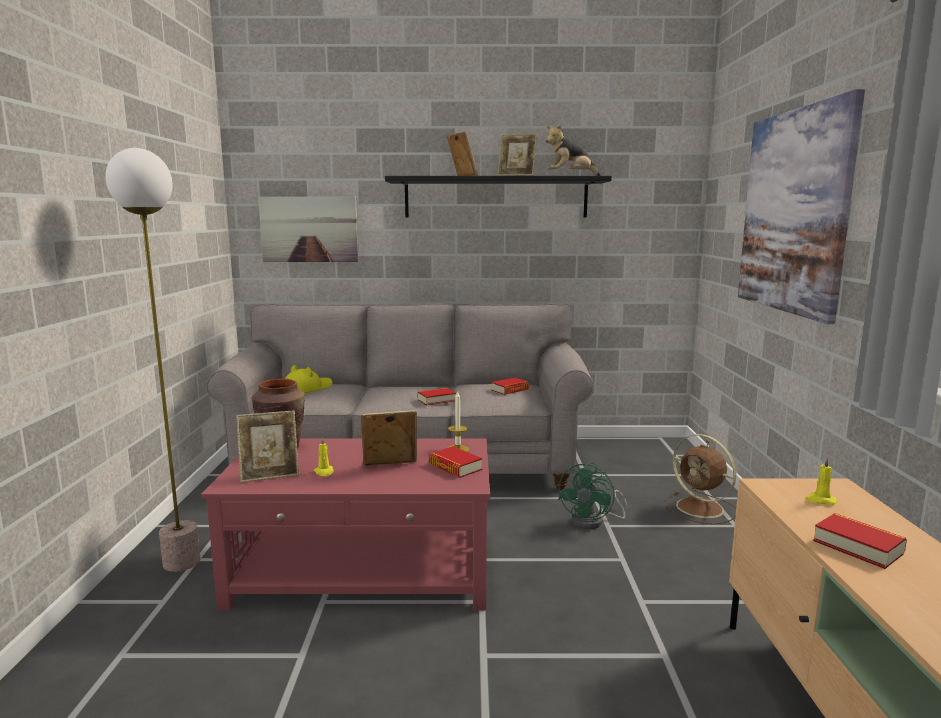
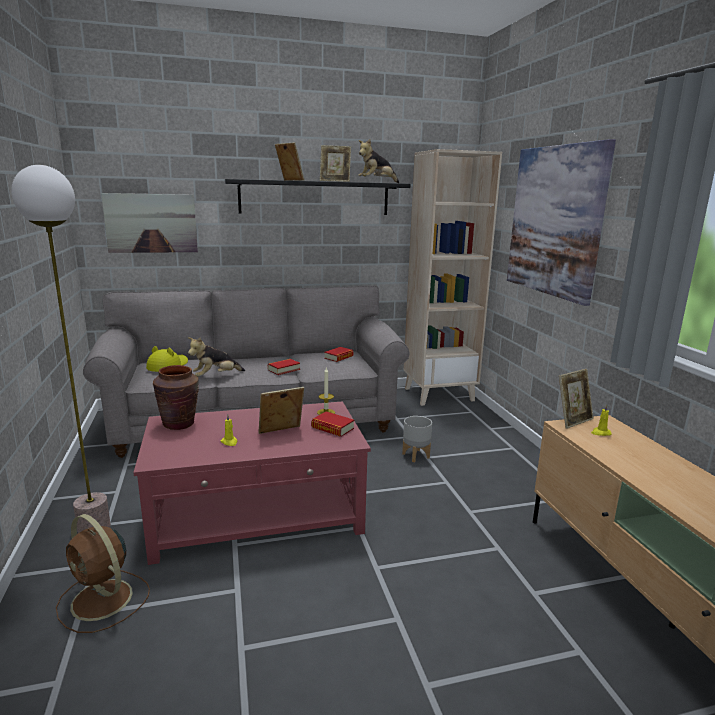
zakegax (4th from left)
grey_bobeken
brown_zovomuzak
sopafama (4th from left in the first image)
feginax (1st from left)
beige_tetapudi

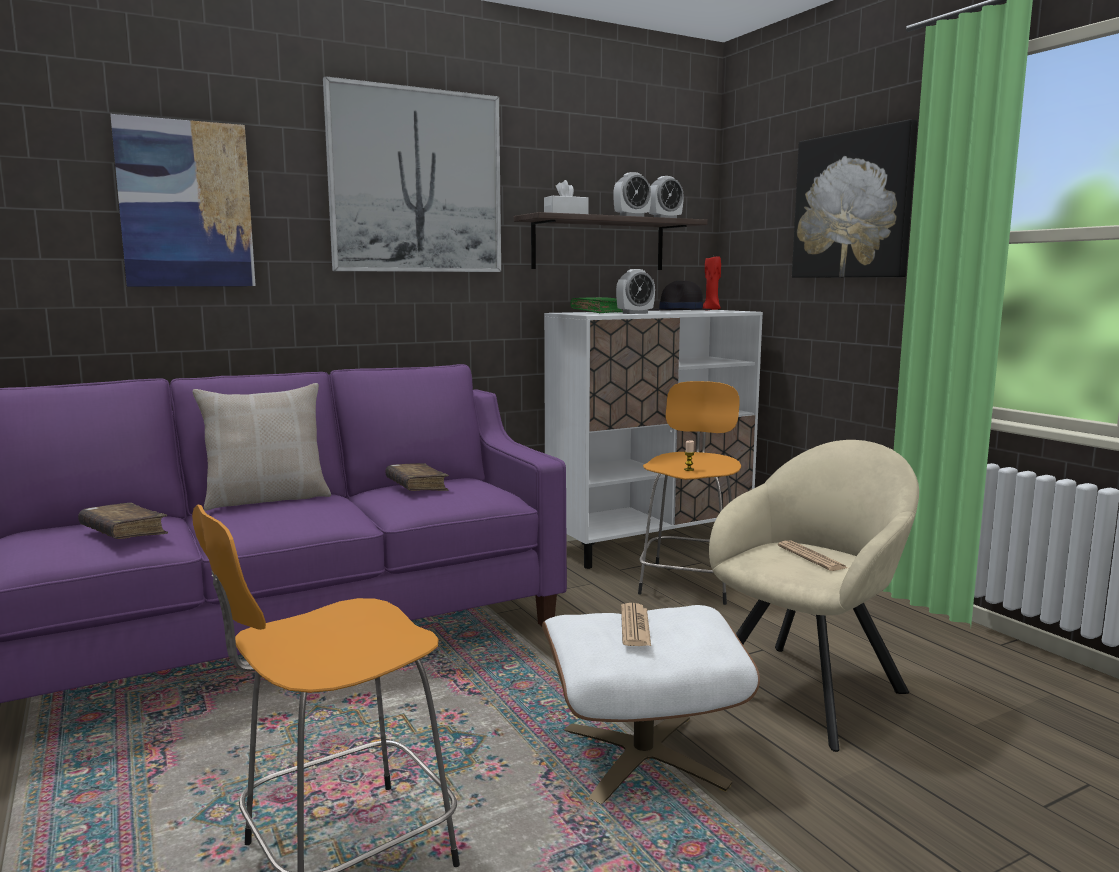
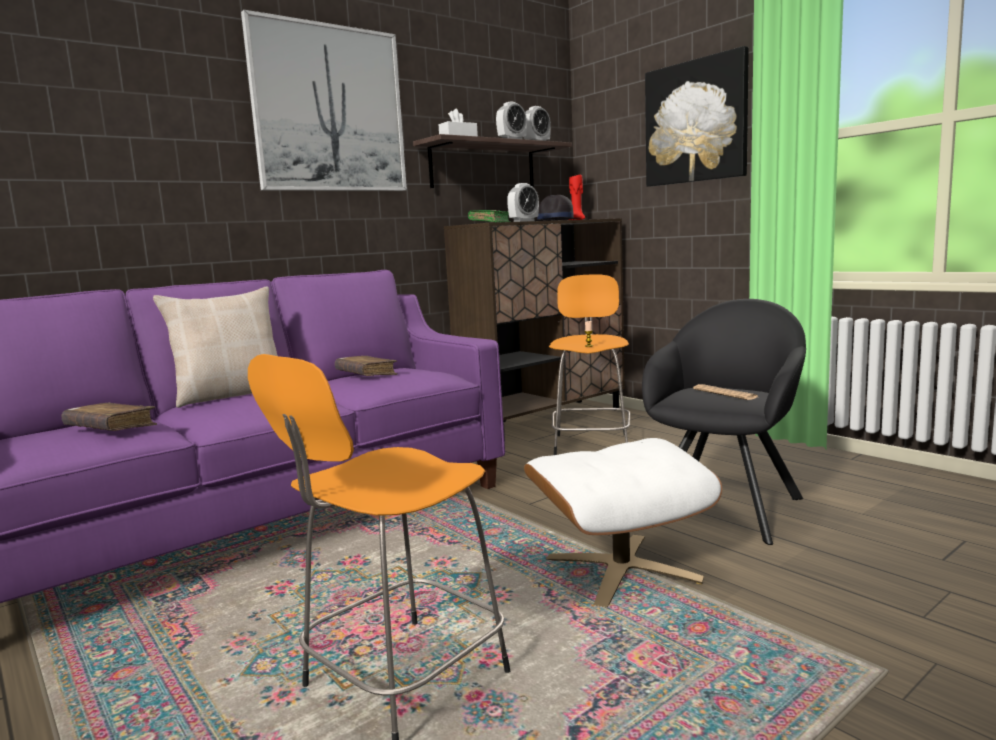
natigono (1st from left in the first image)
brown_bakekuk
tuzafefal (1st from left in the first image)
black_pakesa

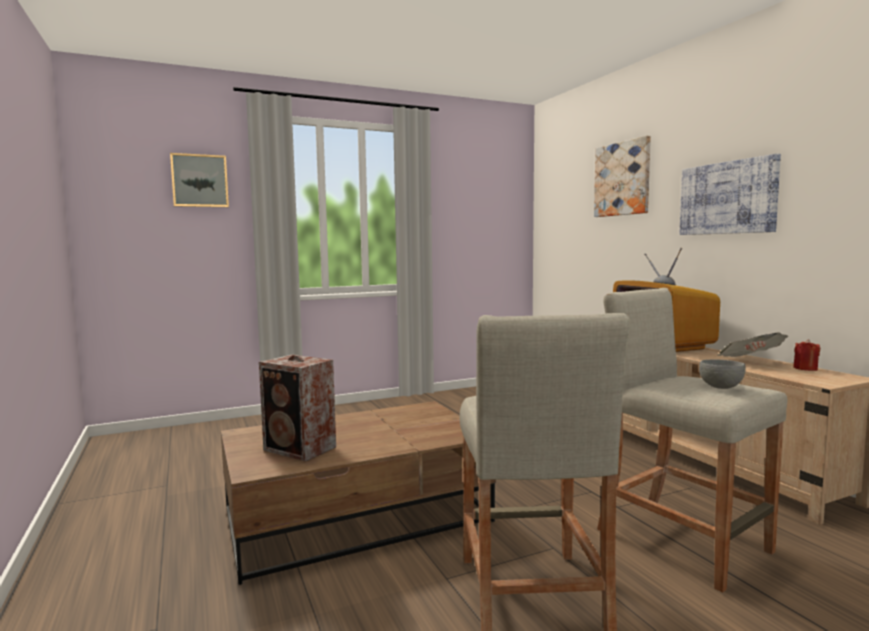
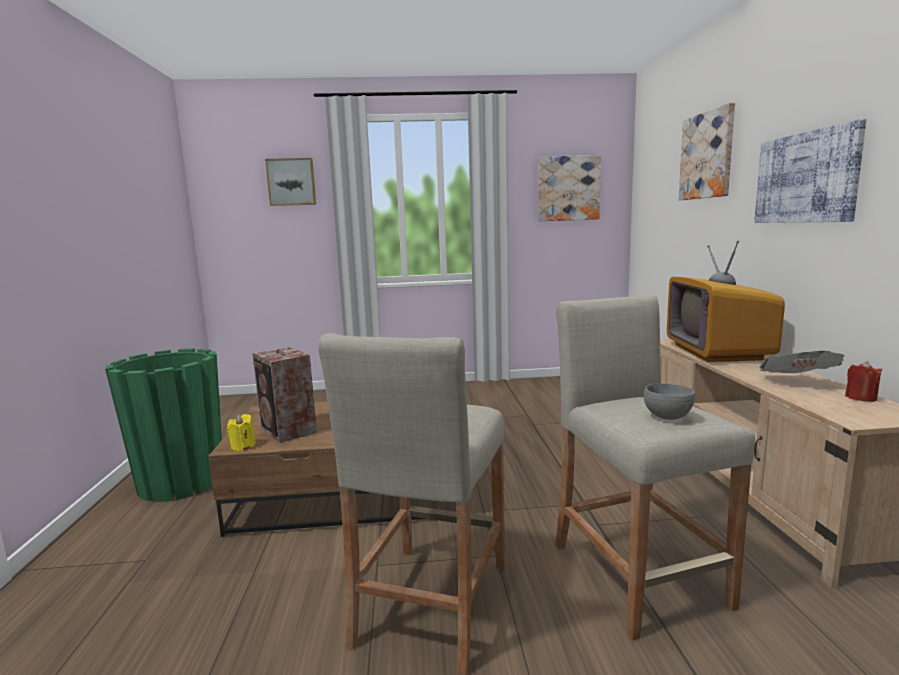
green_bobeken
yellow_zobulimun
natigono (2nd from left)

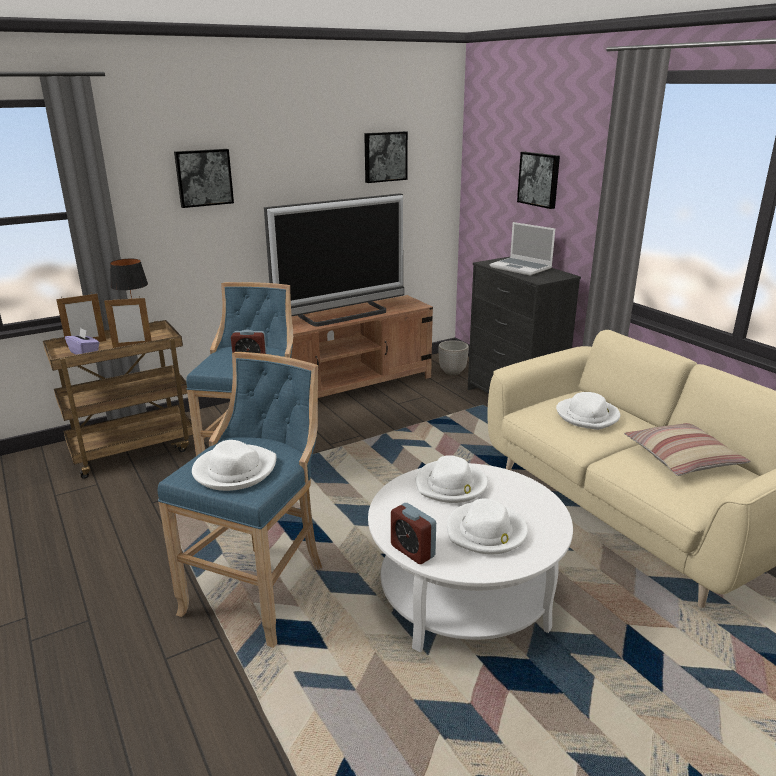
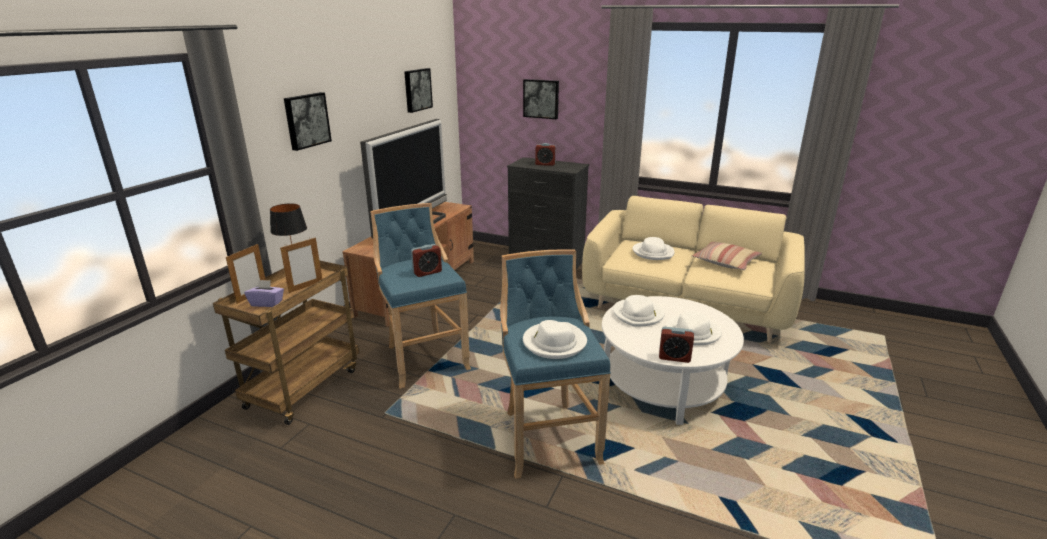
bobeken
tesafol (2nd from left)

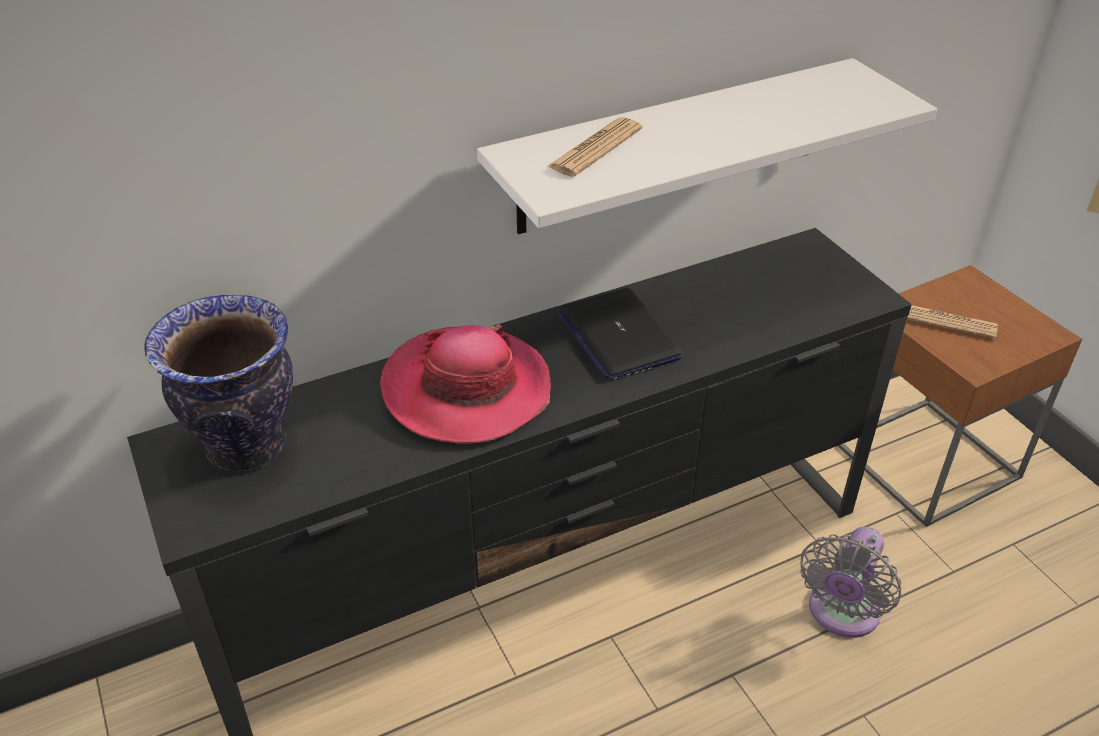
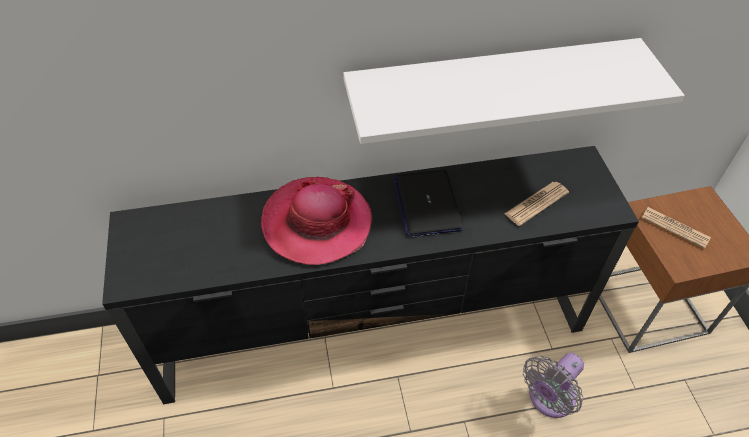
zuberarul
tuzafefal (1st from left)

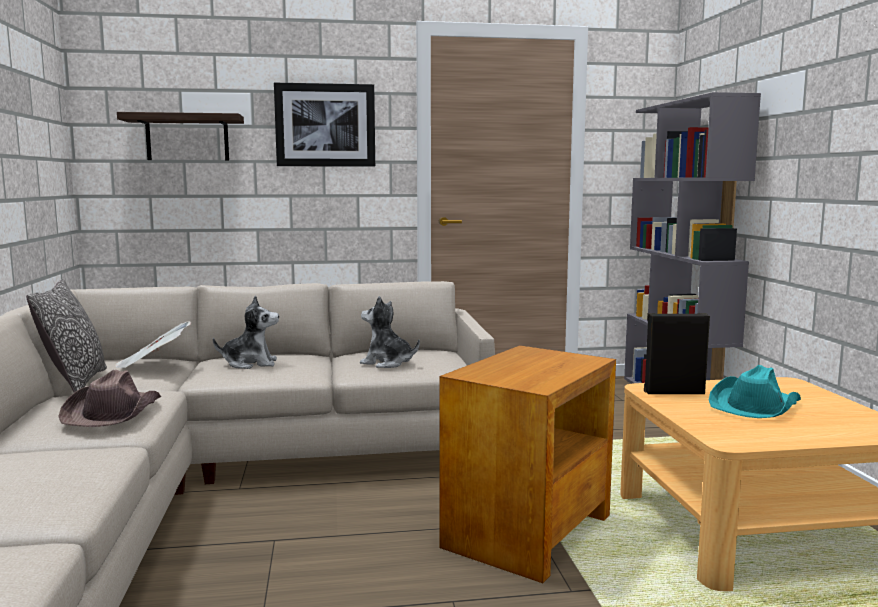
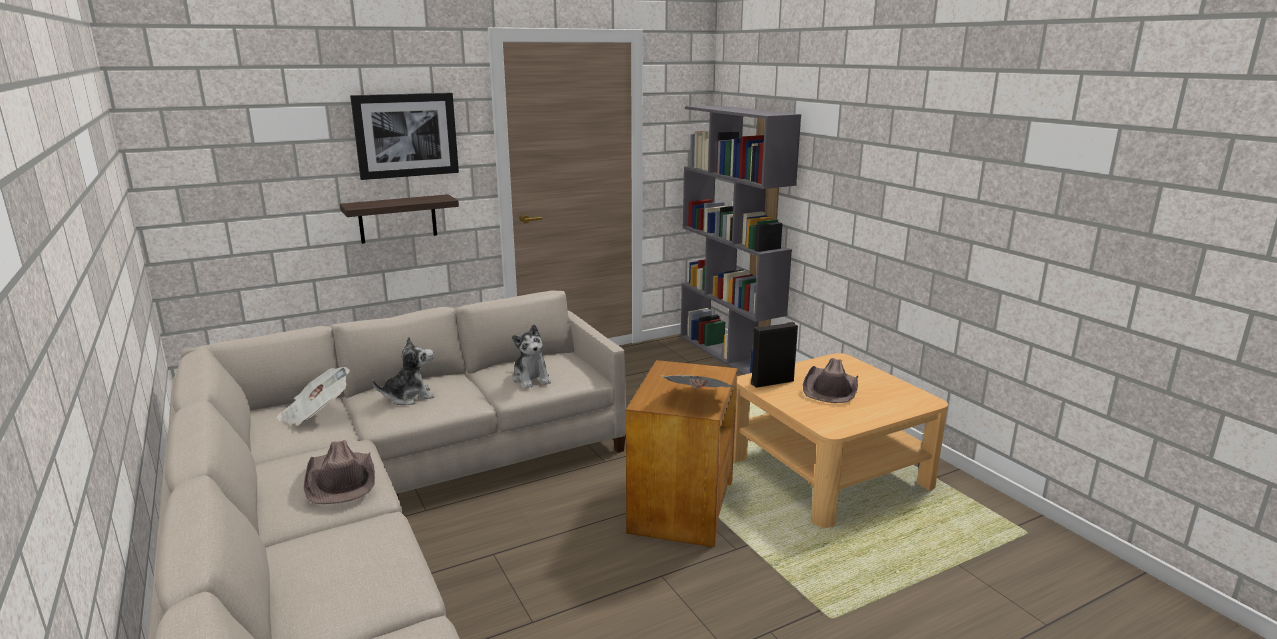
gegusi
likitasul
feginax (2nd from left)
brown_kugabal (2nd from left)
tuzafefal (2nd from left)

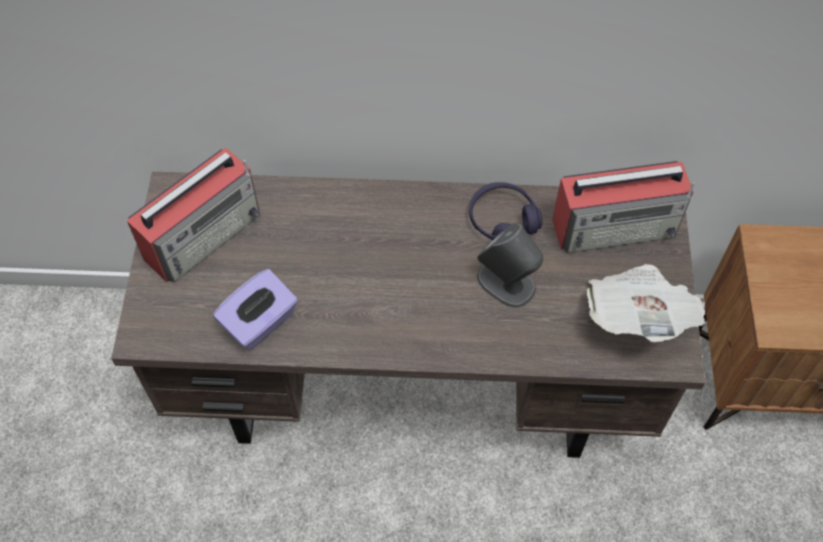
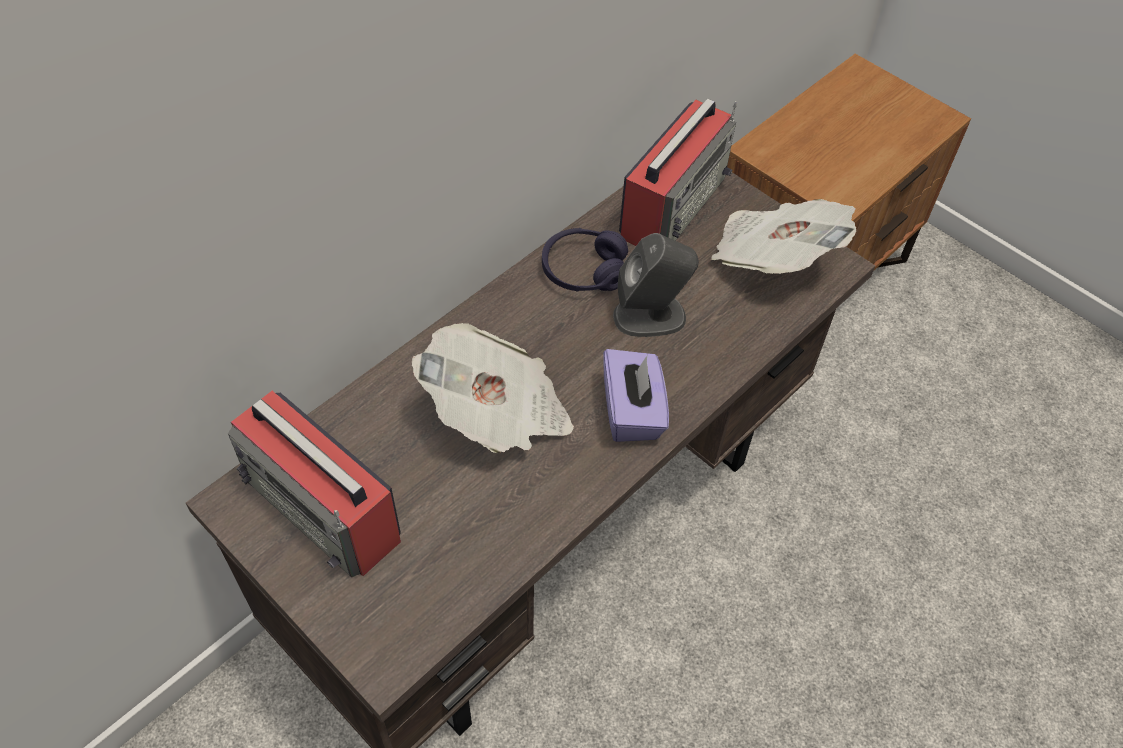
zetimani (1st from left)
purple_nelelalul
tuzafefal (1st from left)

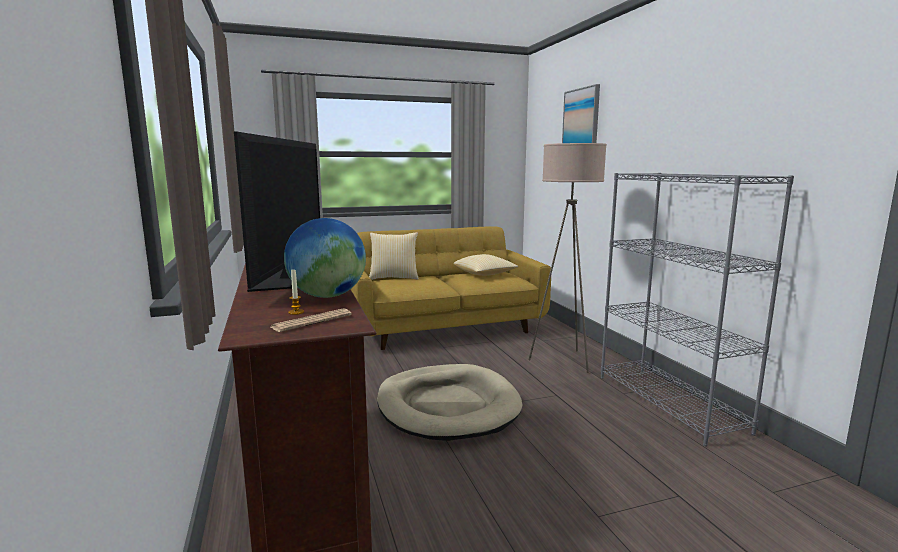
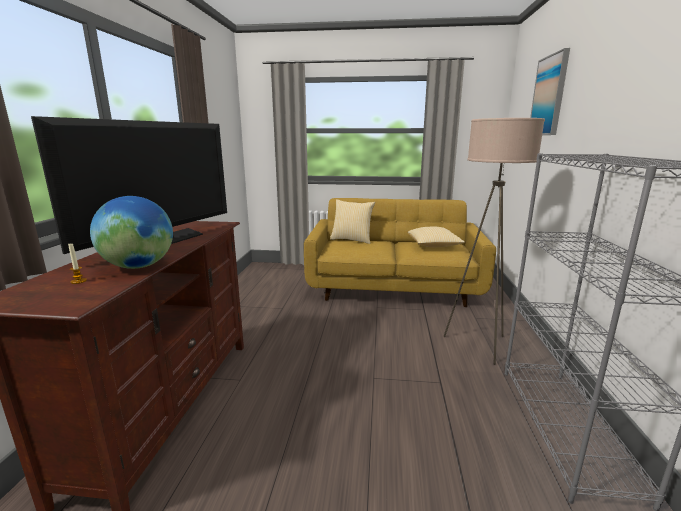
tuzafefal
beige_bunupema

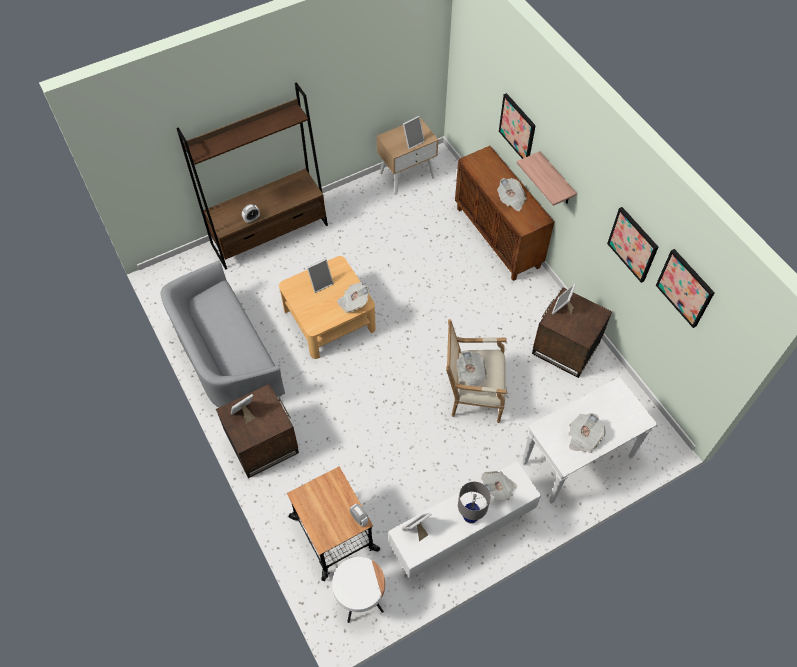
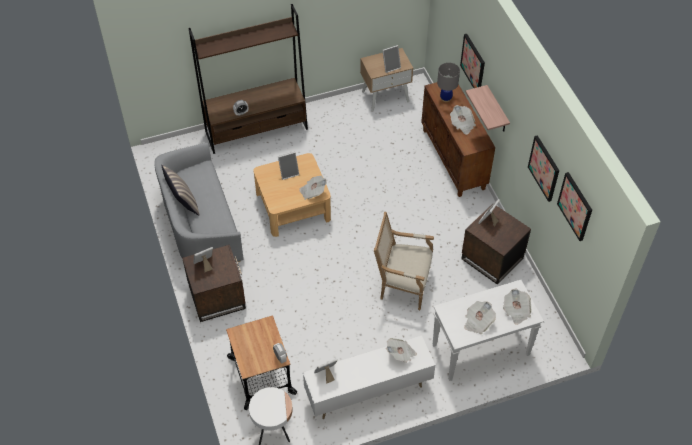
tuzafefal (5th from left)
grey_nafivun
gegusi

